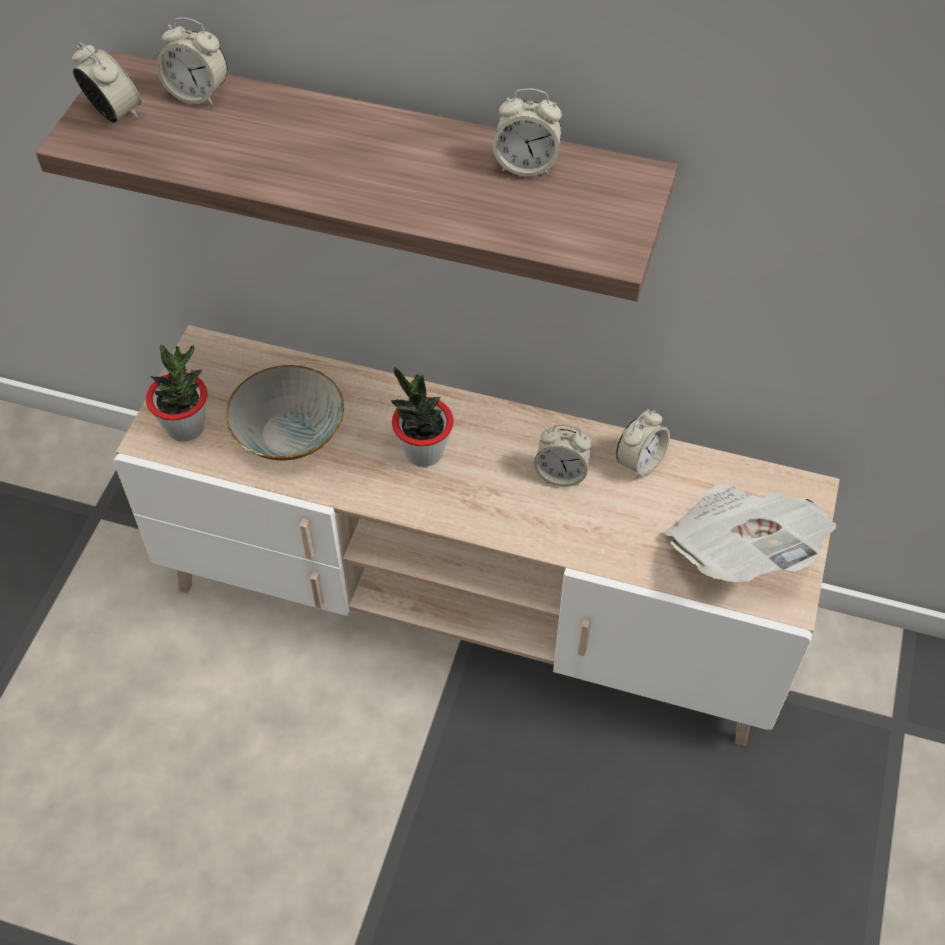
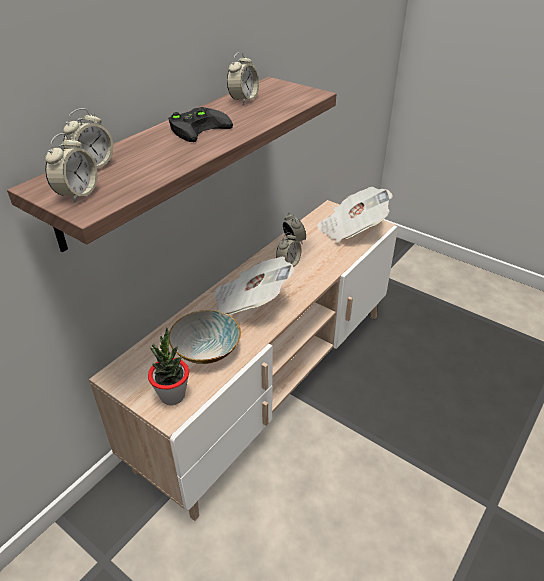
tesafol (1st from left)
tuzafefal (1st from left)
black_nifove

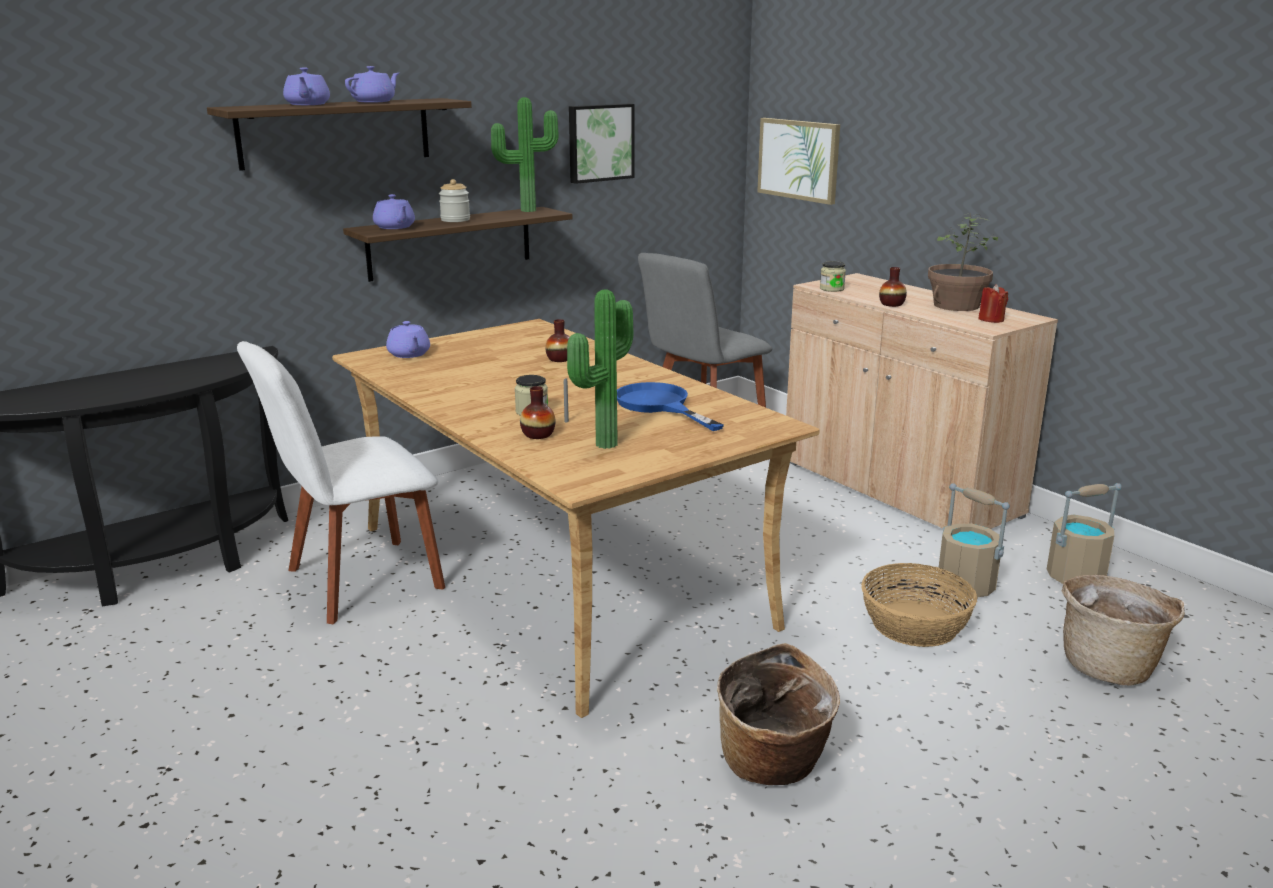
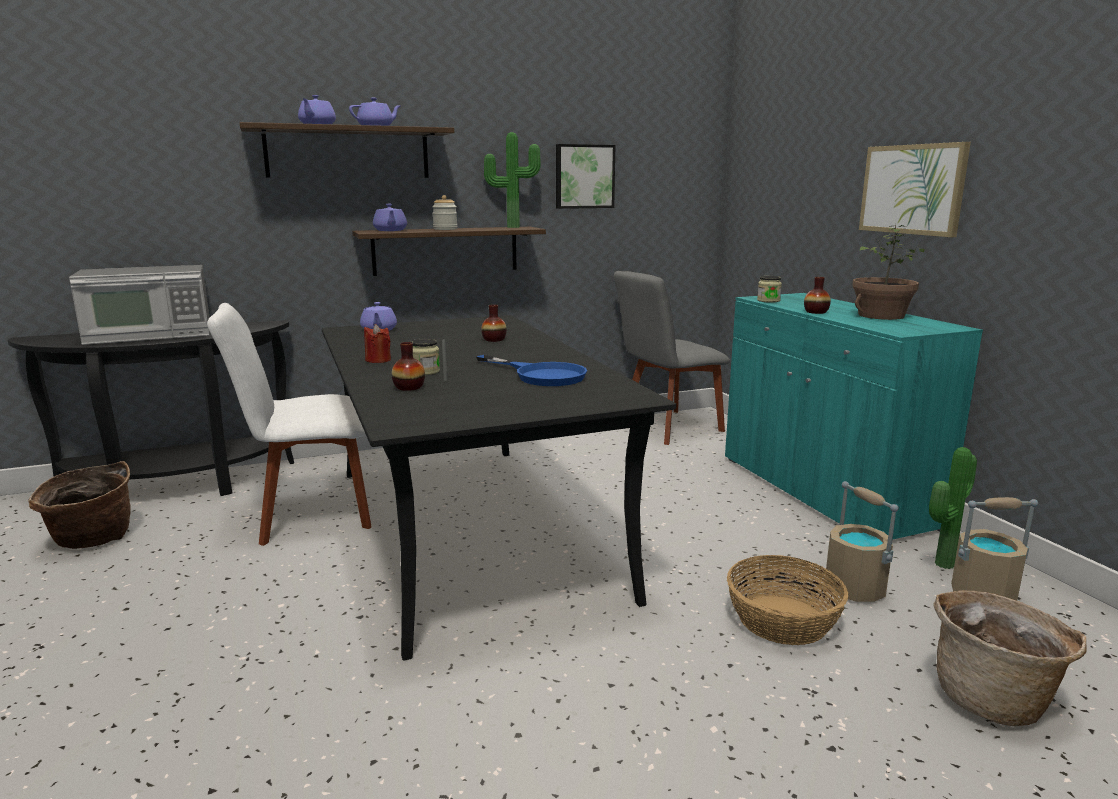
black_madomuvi
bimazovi (3rd from left)
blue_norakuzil
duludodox (1st from left)
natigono (2nd from left)
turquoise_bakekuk
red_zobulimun
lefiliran

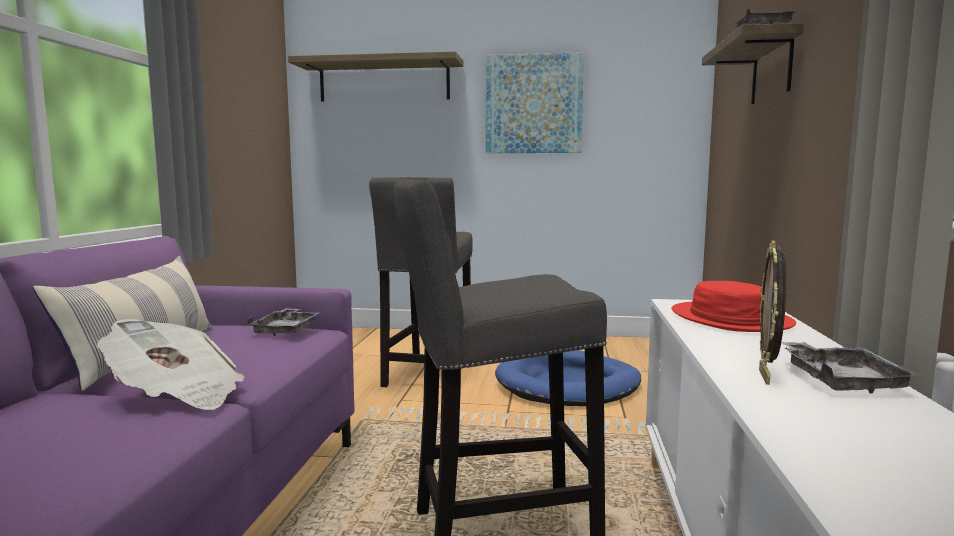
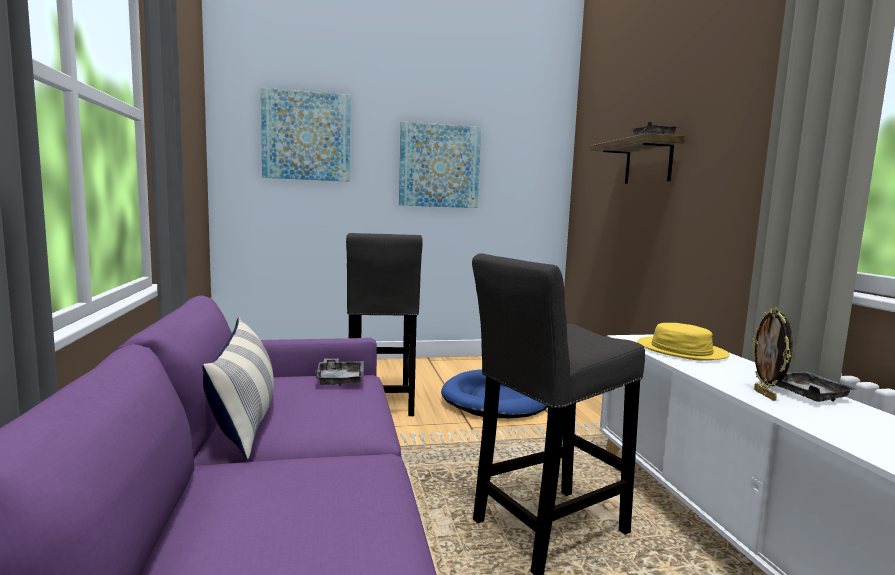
tuzafefal
natigono (1st from left)
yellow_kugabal

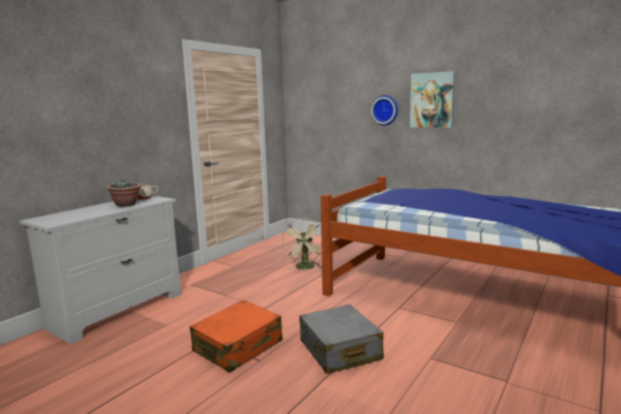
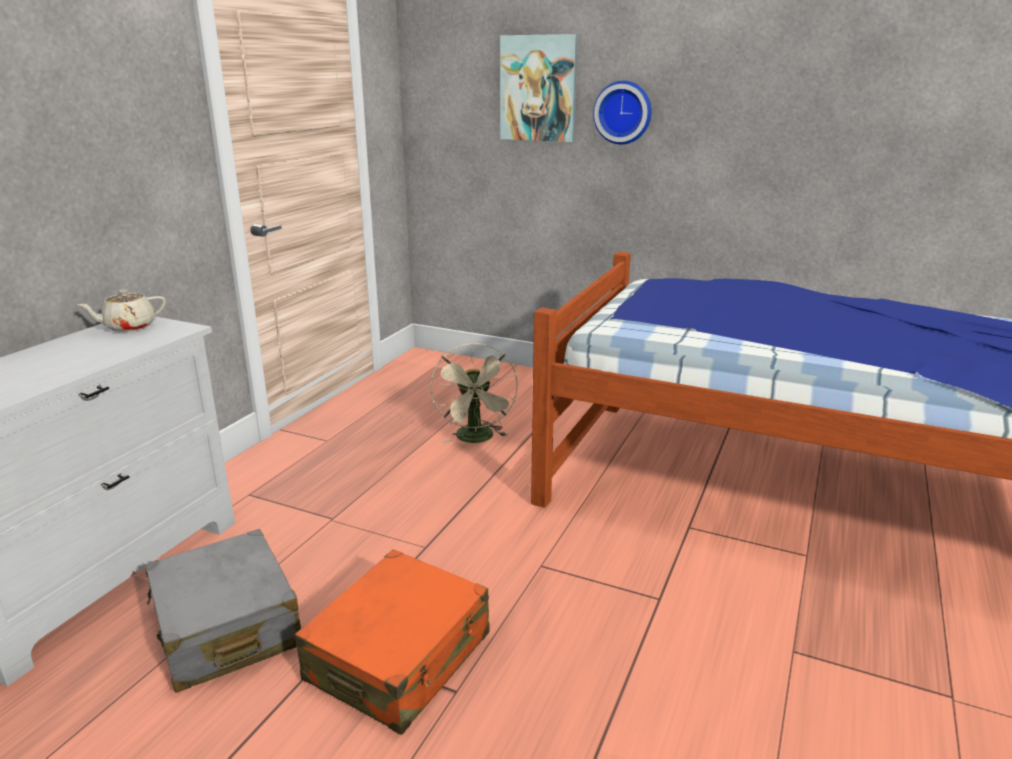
bimazovi
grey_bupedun
natigono

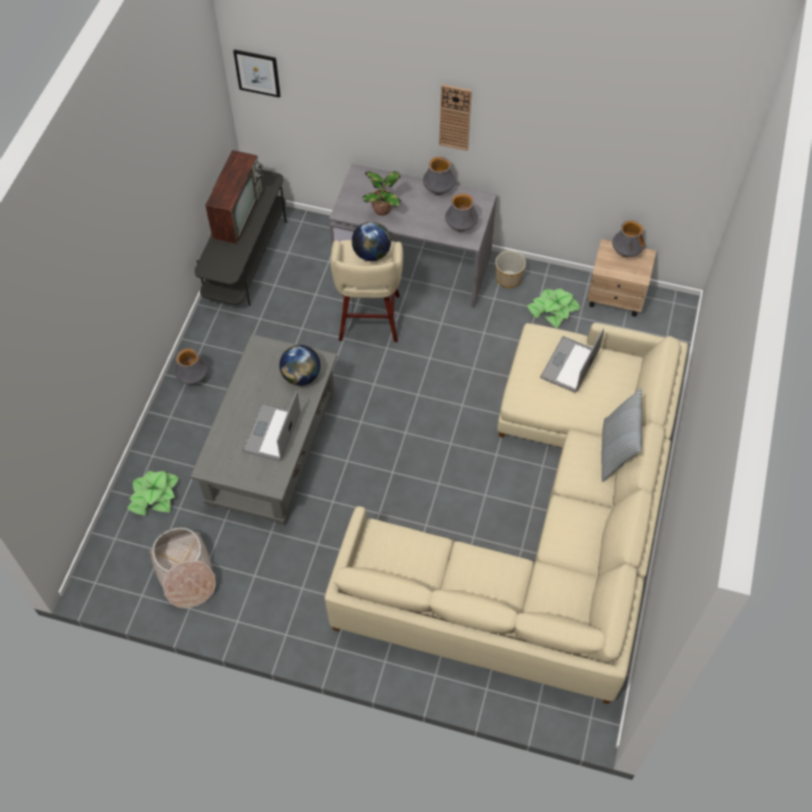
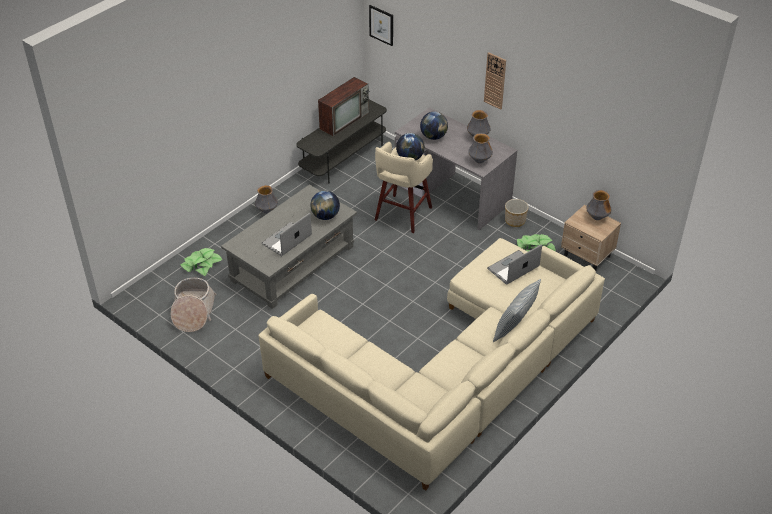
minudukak (3rd from left)

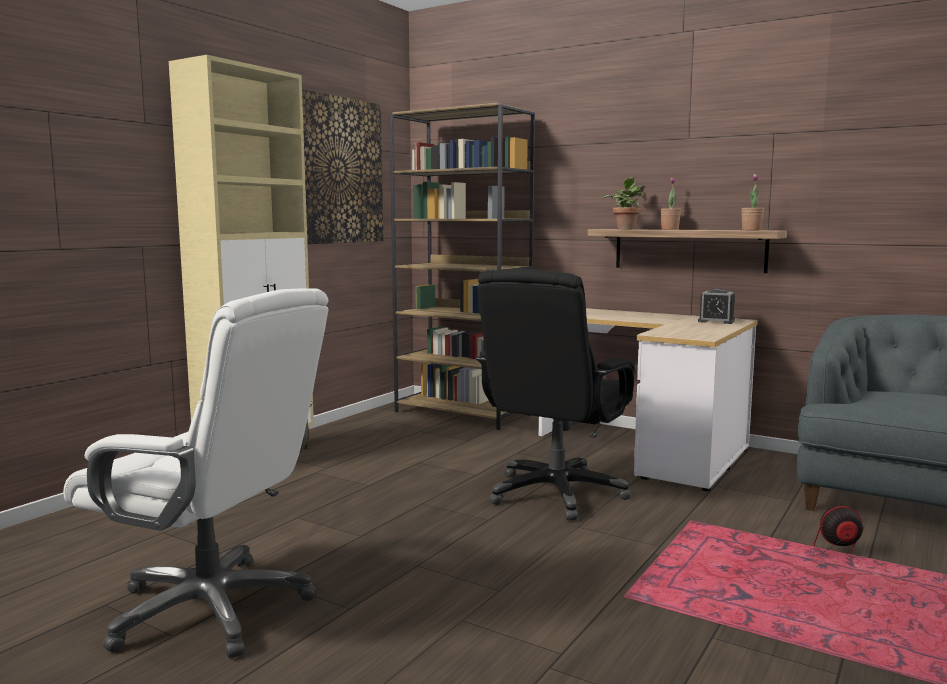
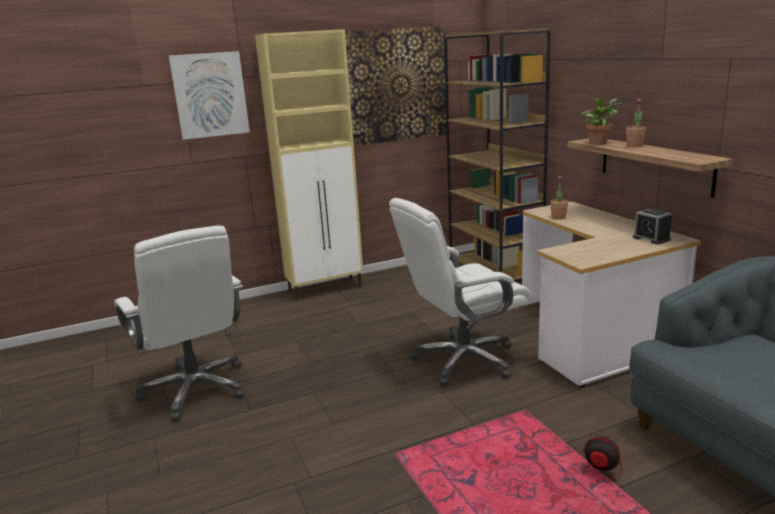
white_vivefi (2nd from left)
bimazovi (1st from left)
natigono (1st from left)

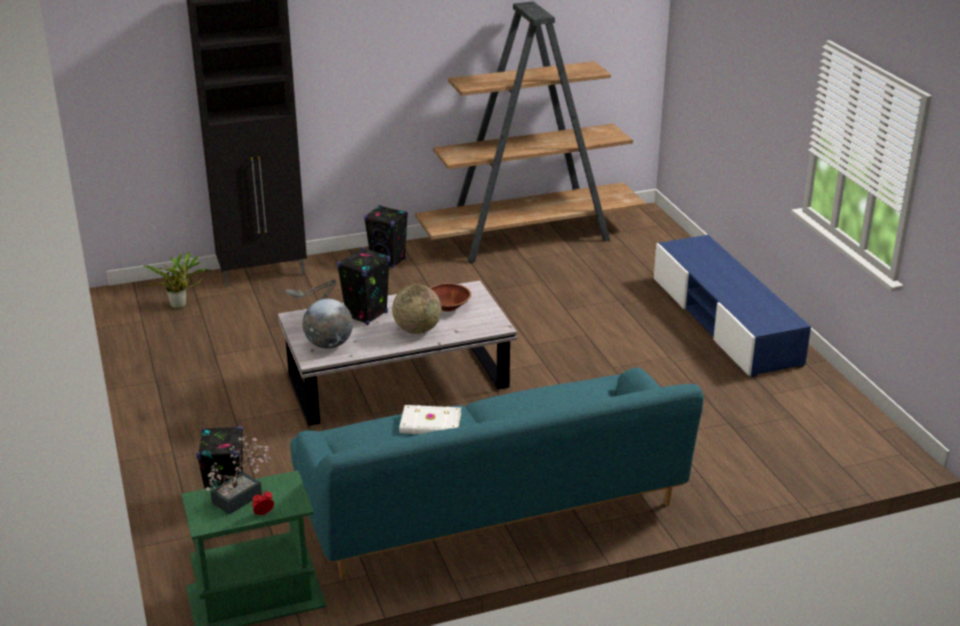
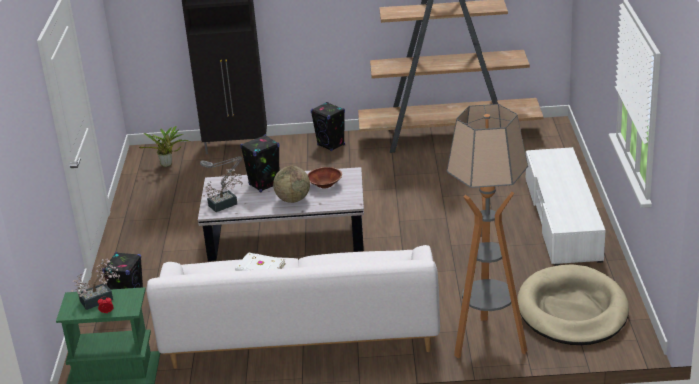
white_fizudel
bimazovi (3rd from left)
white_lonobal
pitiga
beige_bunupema

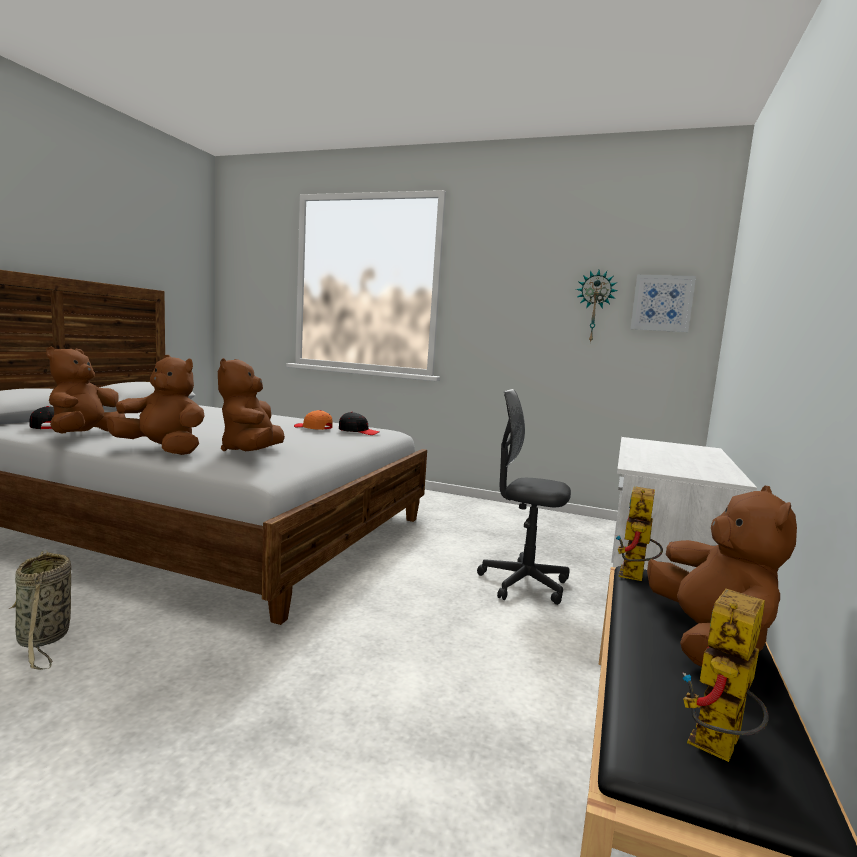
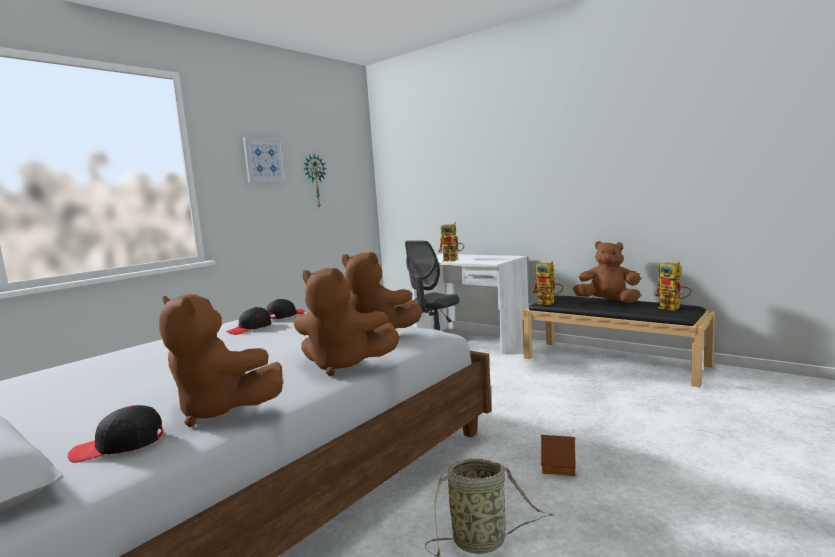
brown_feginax (2nd from left)
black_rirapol (2nd from left)
natigono
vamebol (1st from left)
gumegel

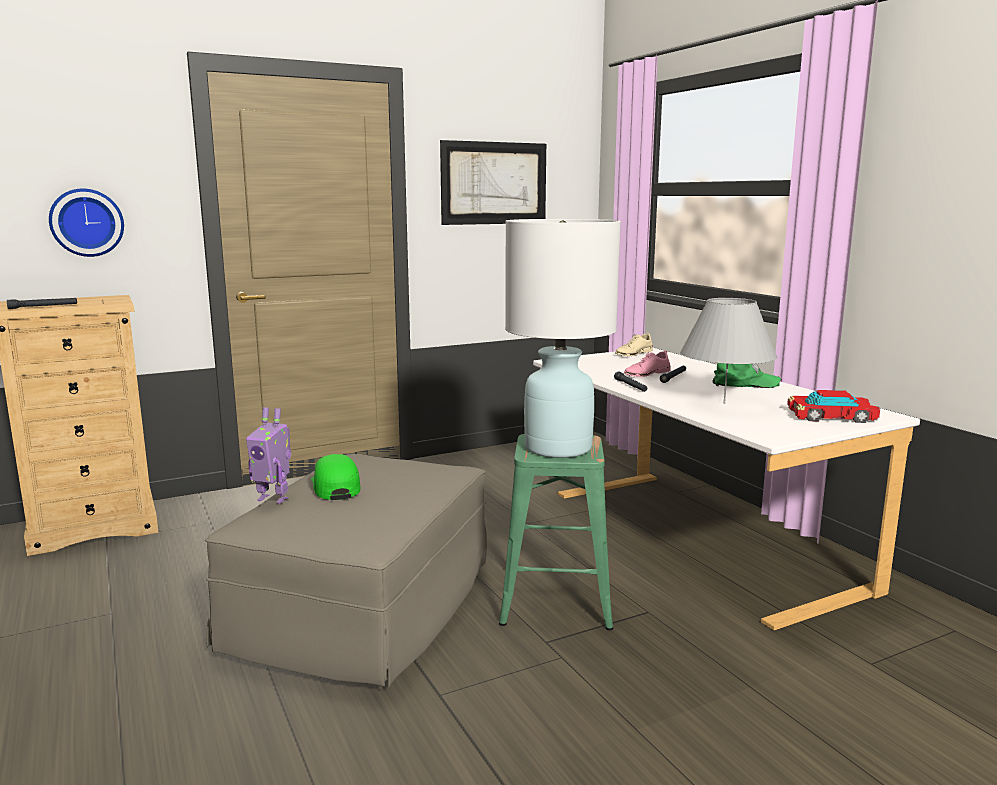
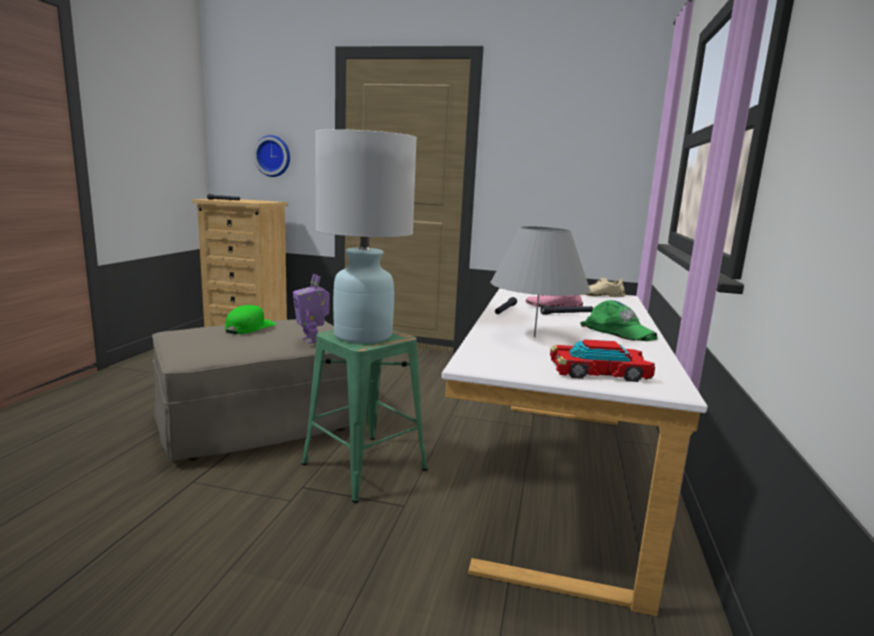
vamebol
natigono
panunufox

